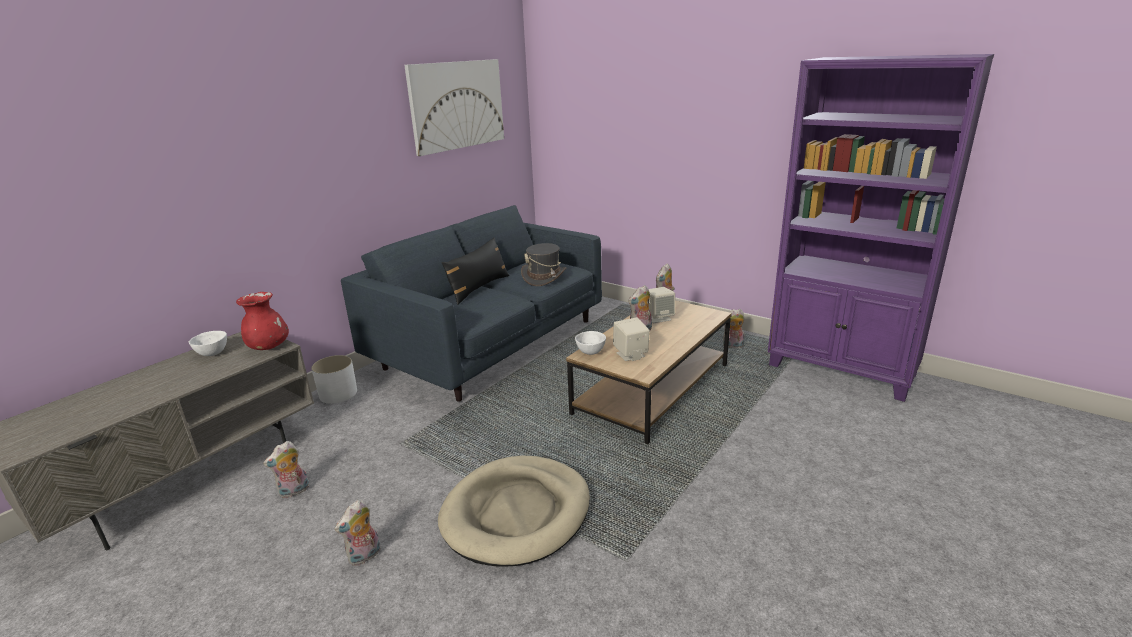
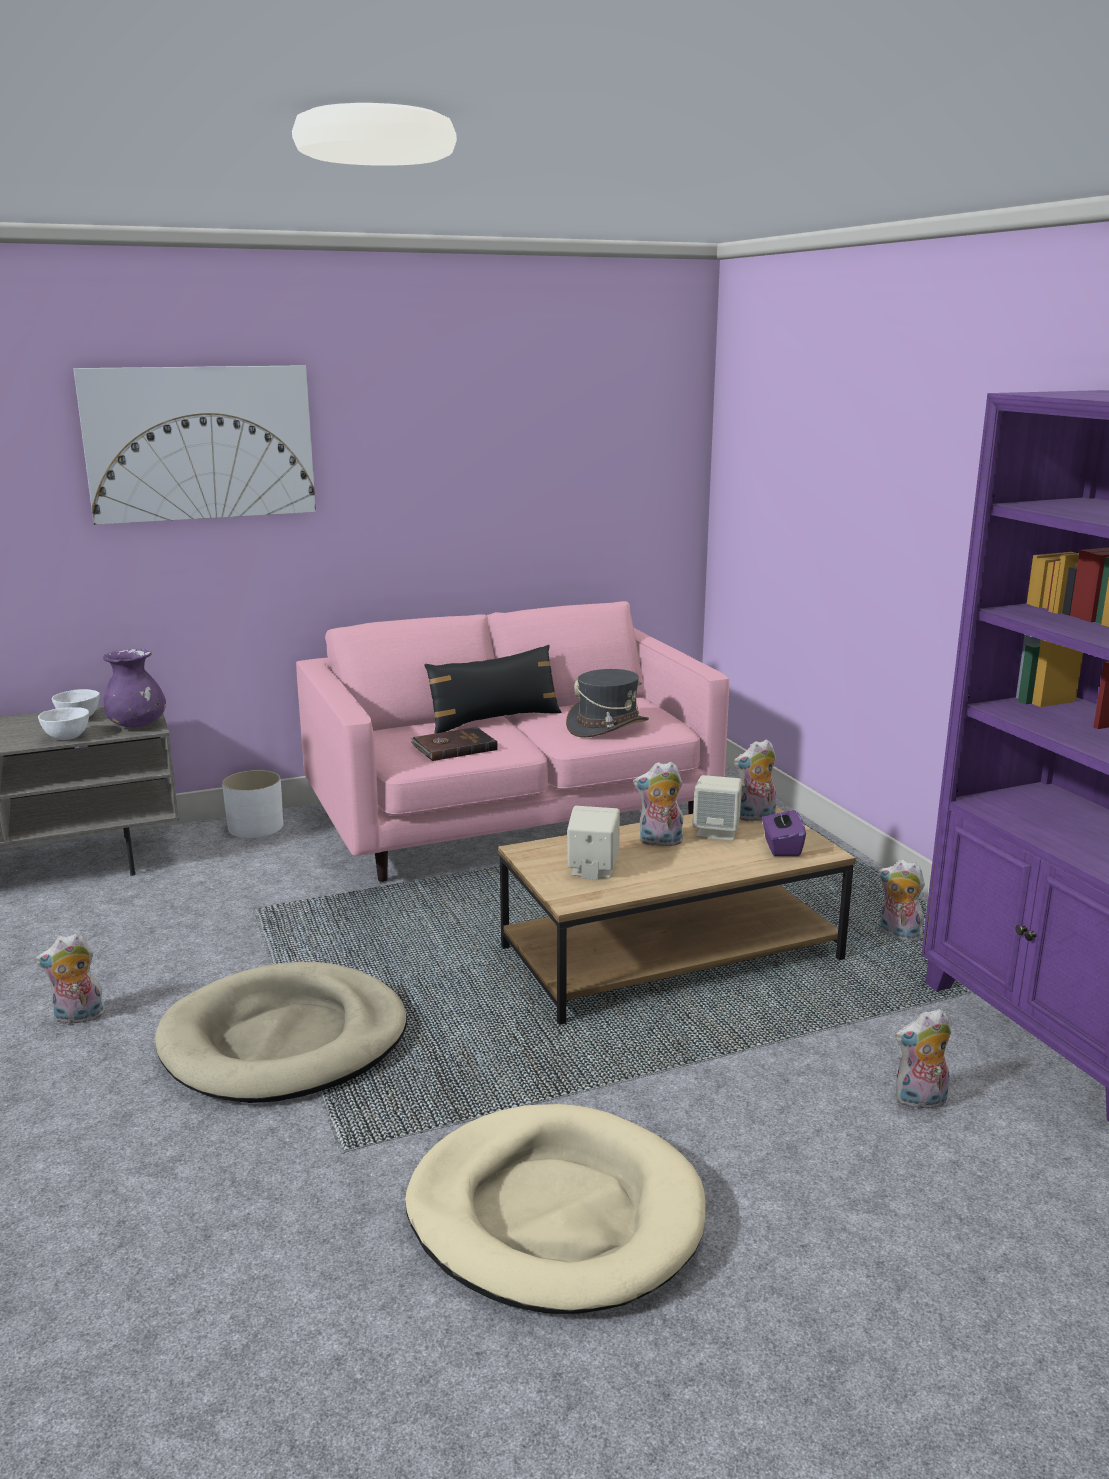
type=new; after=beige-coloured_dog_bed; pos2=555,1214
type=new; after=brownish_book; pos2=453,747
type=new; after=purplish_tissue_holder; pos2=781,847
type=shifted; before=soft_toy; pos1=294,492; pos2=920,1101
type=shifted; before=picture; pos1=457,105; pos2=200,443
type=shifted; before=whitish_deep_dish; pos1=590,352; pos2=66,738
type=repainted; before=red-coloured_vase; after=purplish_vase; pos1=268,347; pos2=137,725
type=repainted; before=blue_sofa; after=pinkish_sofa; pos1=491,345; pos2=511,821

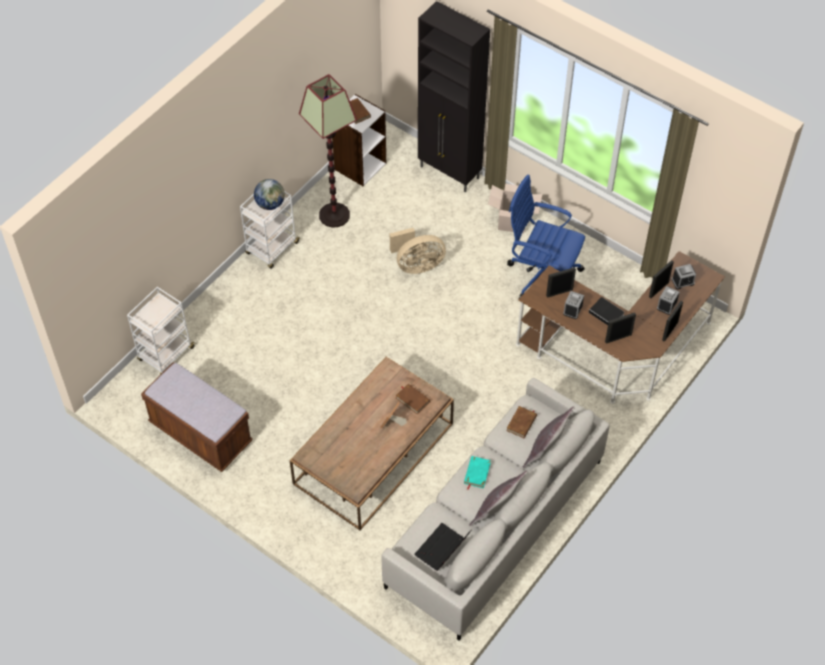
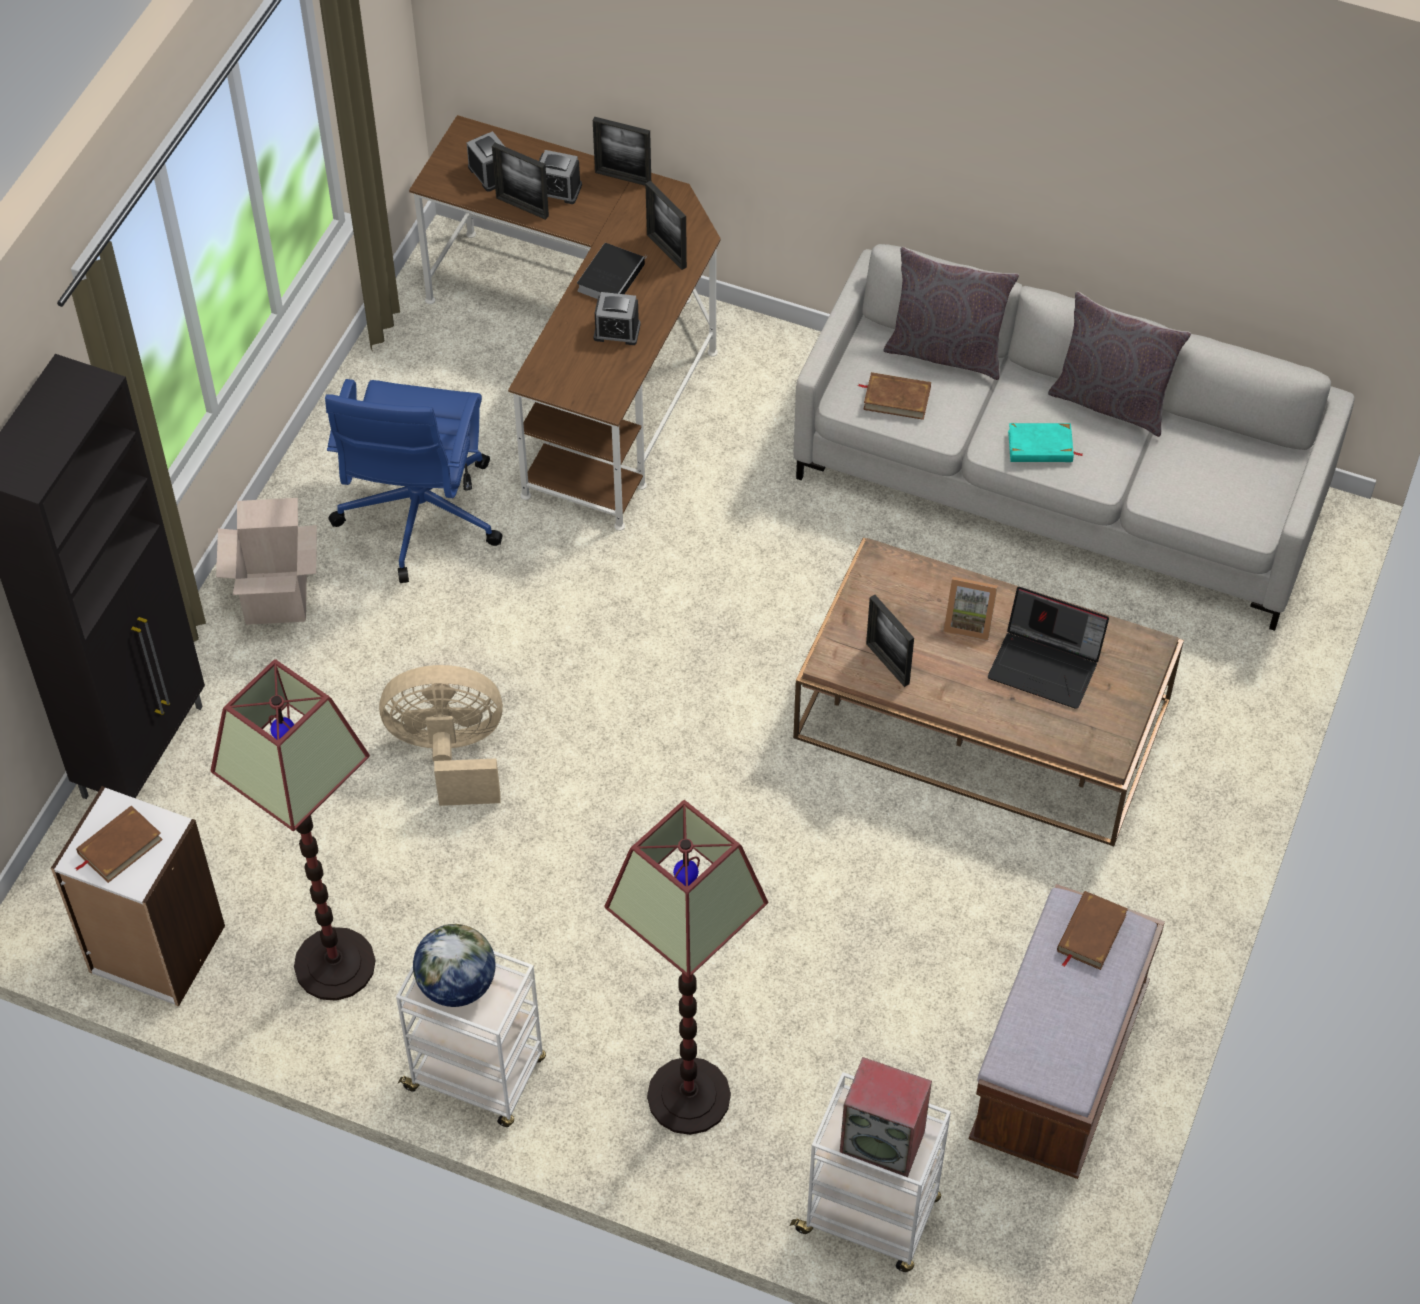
type=new; after=floor_lamp; pos2=688,1095
type=new; after=speaker; pos2=883,1142
type=shifted; before=brownish_book; pos1=413,400; pos2=1090,933
type=shifted; before=notebook_computer; pos1=442,550; pos2=1046,665
type=shifted; before=standing_frame; pos1=559,292; pos2=887,664
type=rotated; before=beige-coloured_electric_fan; pos1=417,265; pos2=450,754; turn=-60

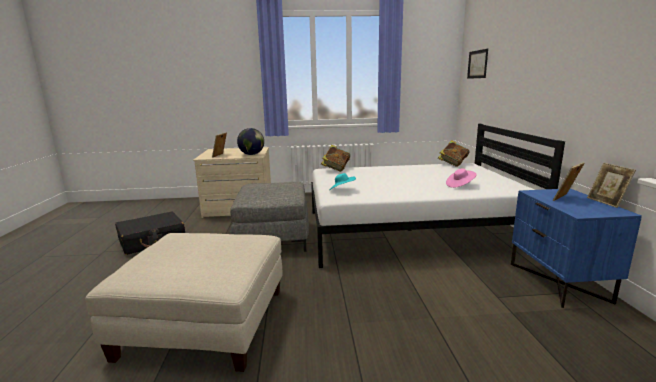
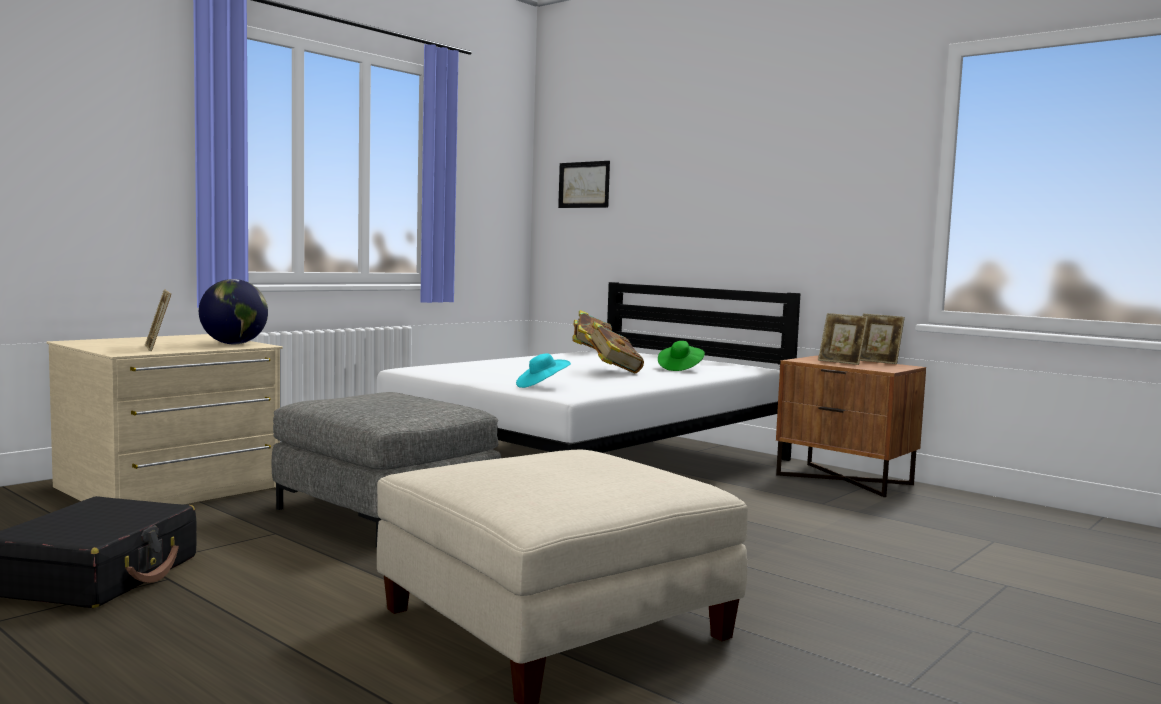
type=shifted; before=book; pos1=336,169; pos2=613,371
type=repainted; before=pinkish_hat; after=green-coloured_hat; pos1=460,185; pos2=680,368
type=repainted; before=blue_night_table; after=brownish_night_table; pos1=559,282; pos2=845,479
type=rotated; before=standing_frame; pos1=565,198; pos2=841,362; turn=-60

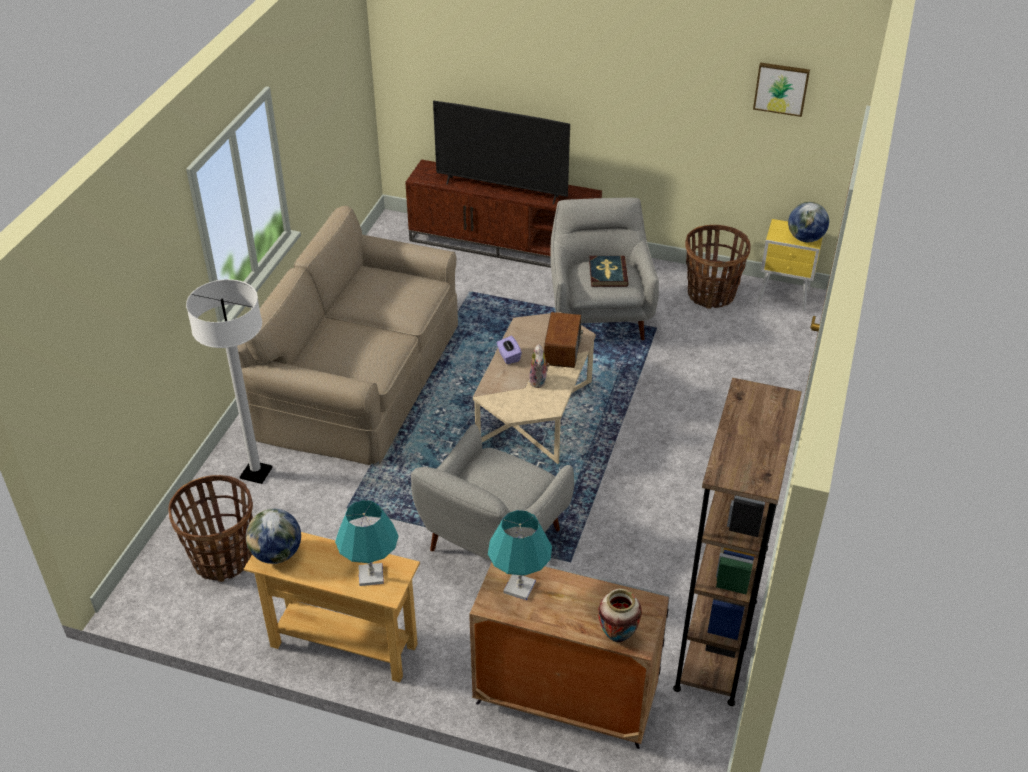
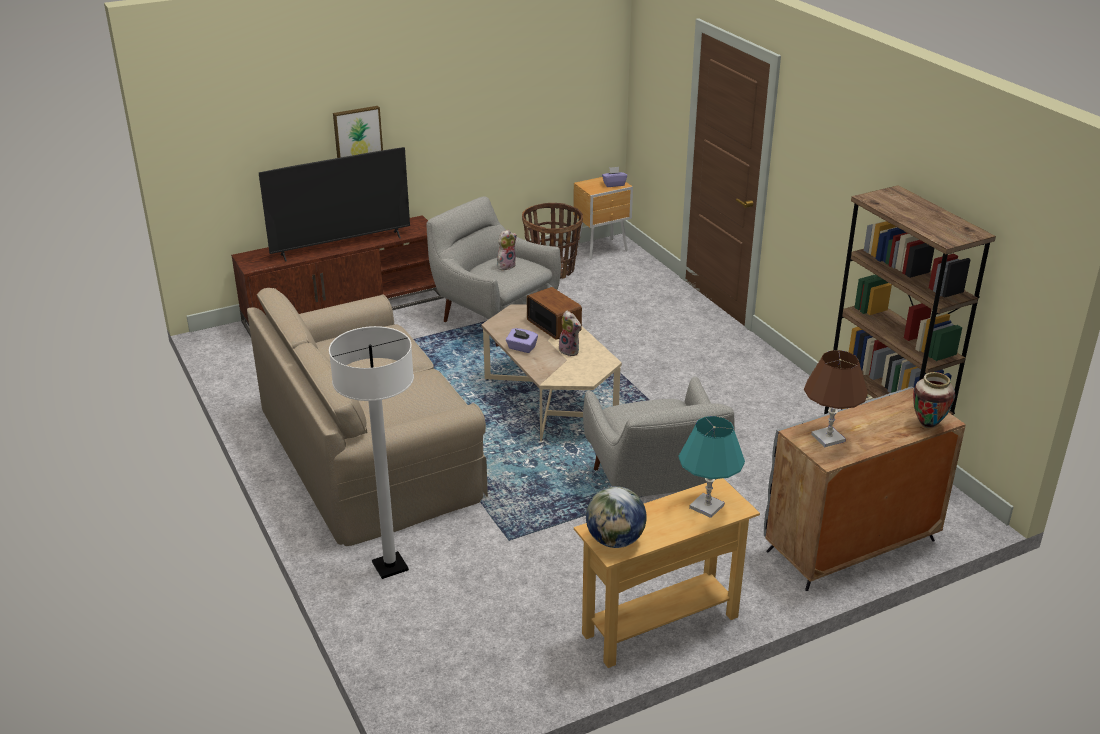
type=gone; before=storage_basket; pos1=223,558
type=shifted; before=picture; pos1=781,88; pos2=357,131
type=swapped; before=book; after=soft_toy; pos1=607,273; pos2=506,265
type=swapped; before=desk_globe; after=purplish_tissue_holder; pos1=805,238; pos2=614,184
type=repainted; before=blue-green_table_lamp; after=brownish_table_lamp; pos1=519,588; pos2=828,438
type=repainted; before=yellowish_night_table; after=brownish_night_table; pos1=784,297; pos2=602,249

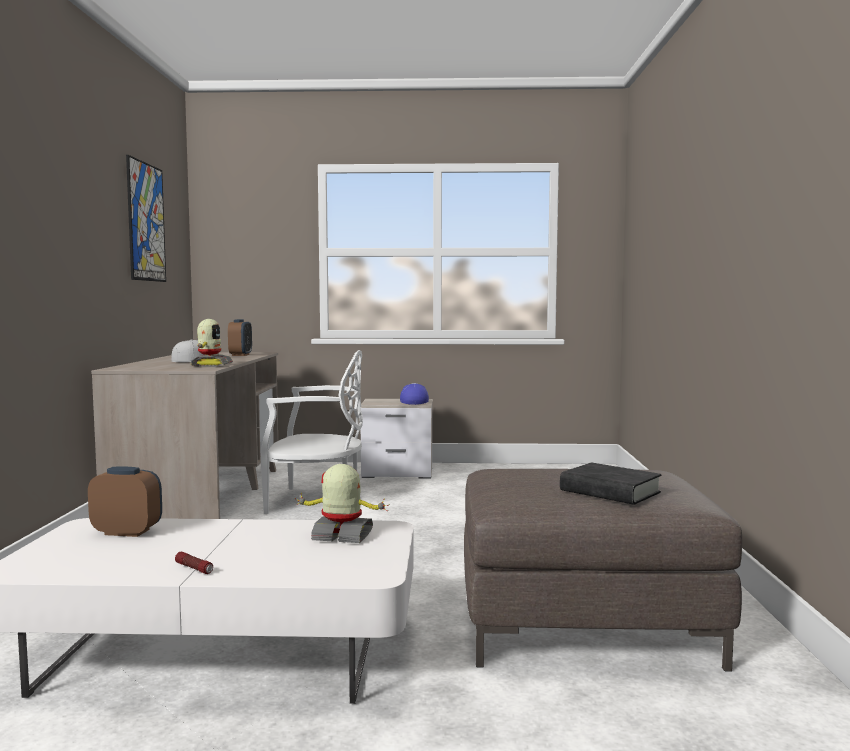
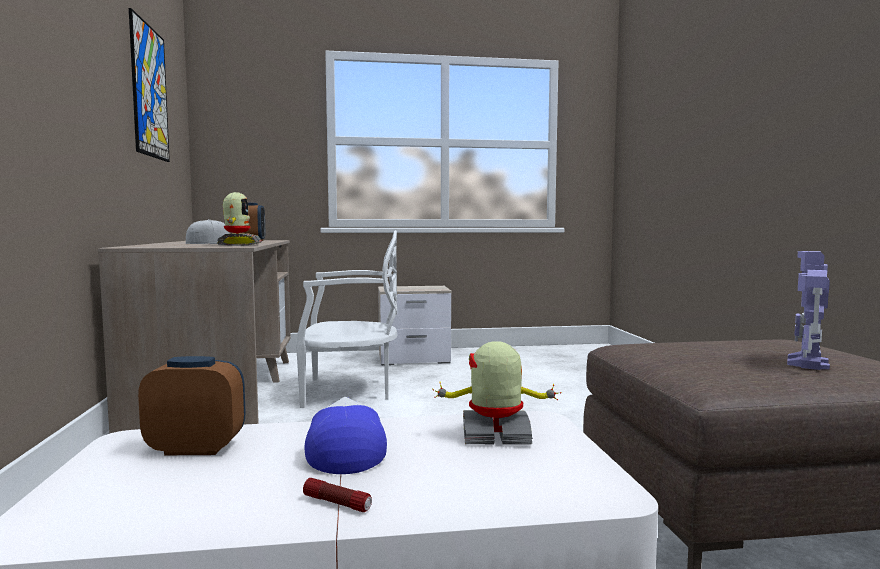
type=shifted; before=peaked_cap; pos1=414,401; pos2=345,450
type=swapped; before=black_book; after=toy_robot; pos1=610,492; pos2=807,363

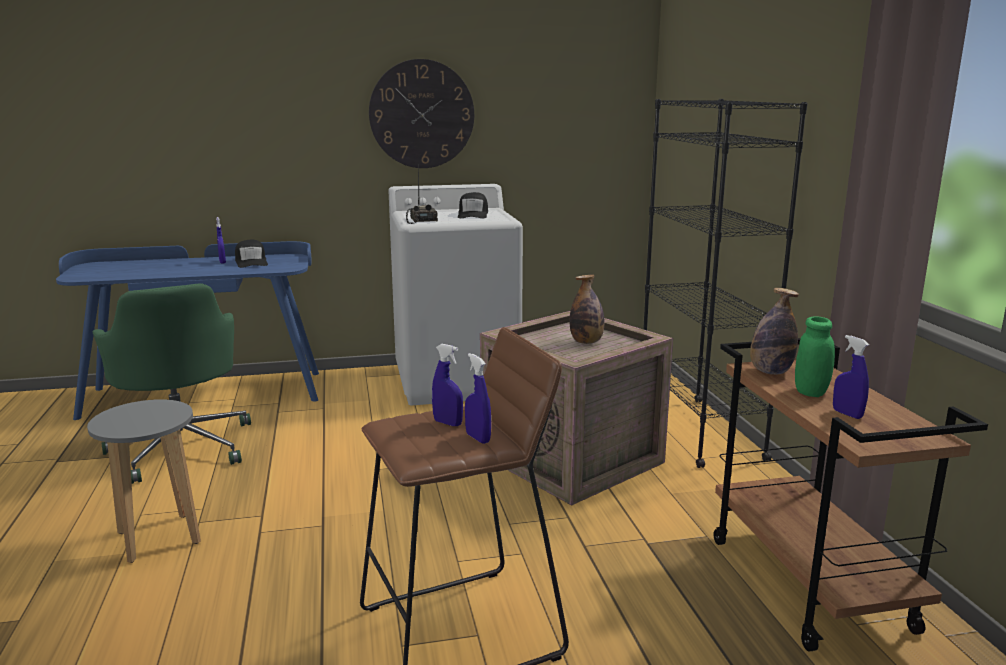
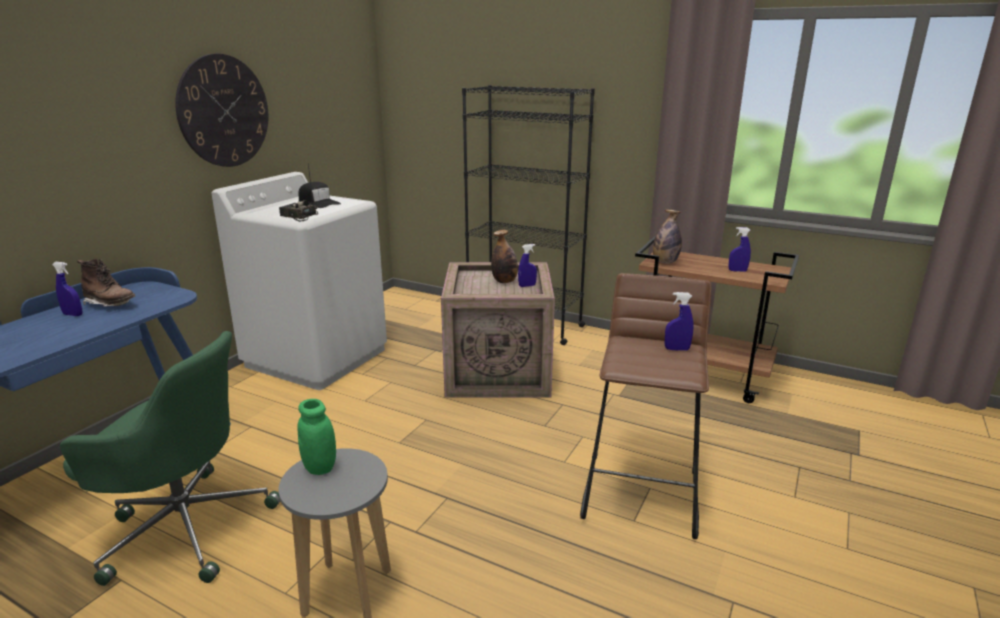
type=shifted; before=blue_sprayer; pos1=448,423; pos2=527,286
type=shifted; before=green-coloured_storage_jar; pos1=810,392; pos2=320,467
type=swapped; before=black_peaked_cap; after=brownish_tall_boot; pos1=251,262; pos2=110,304

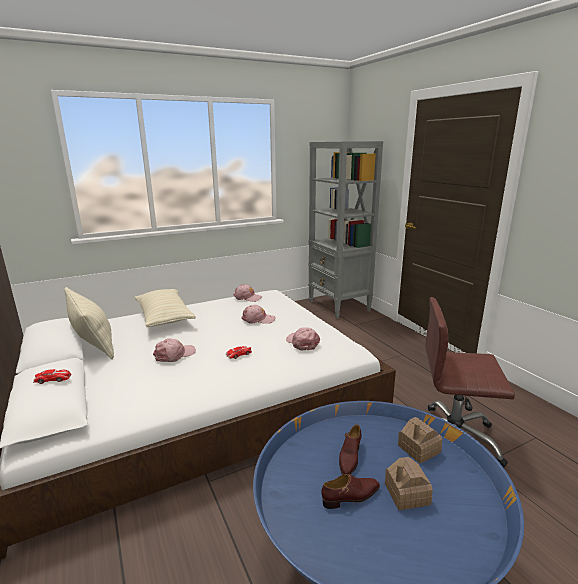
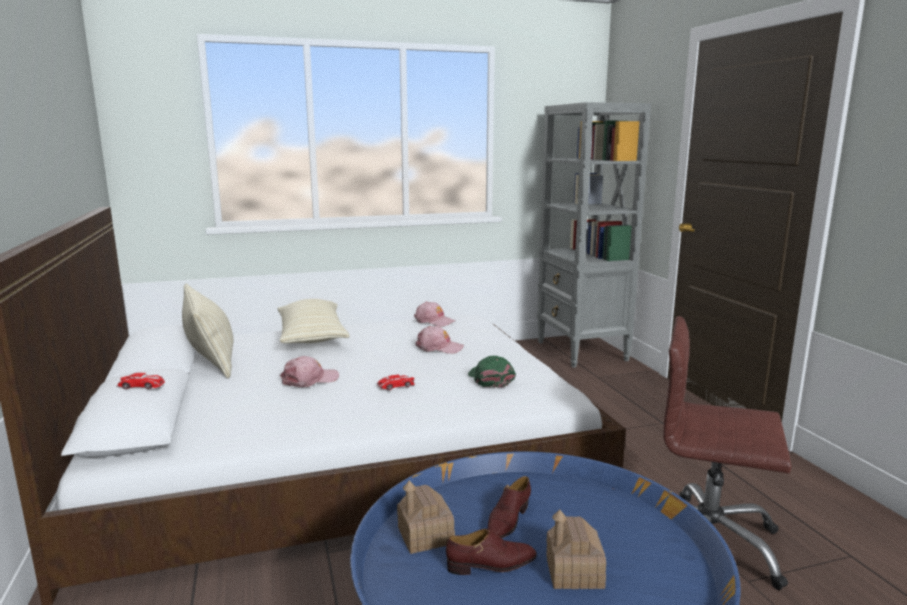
type=shifted; before=miniature_house; pos1=418,449; pos2=425,535
type=repainted; before=pinkish_peaked_cap; after=green-coloured_peaked_cap; pos1=302,343; pos2=490,379

